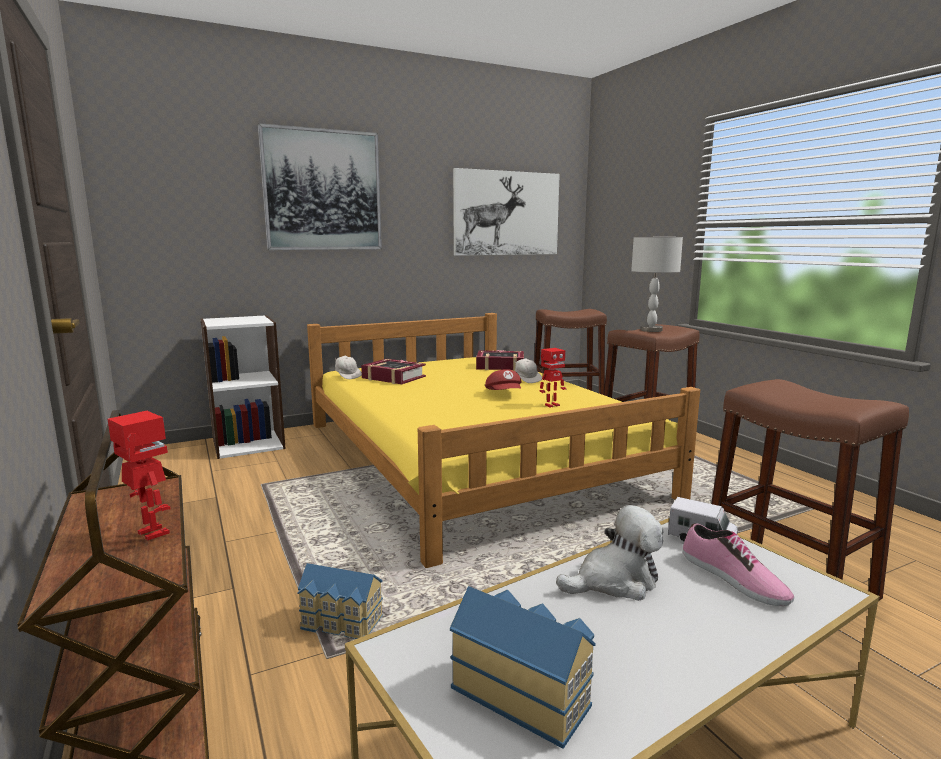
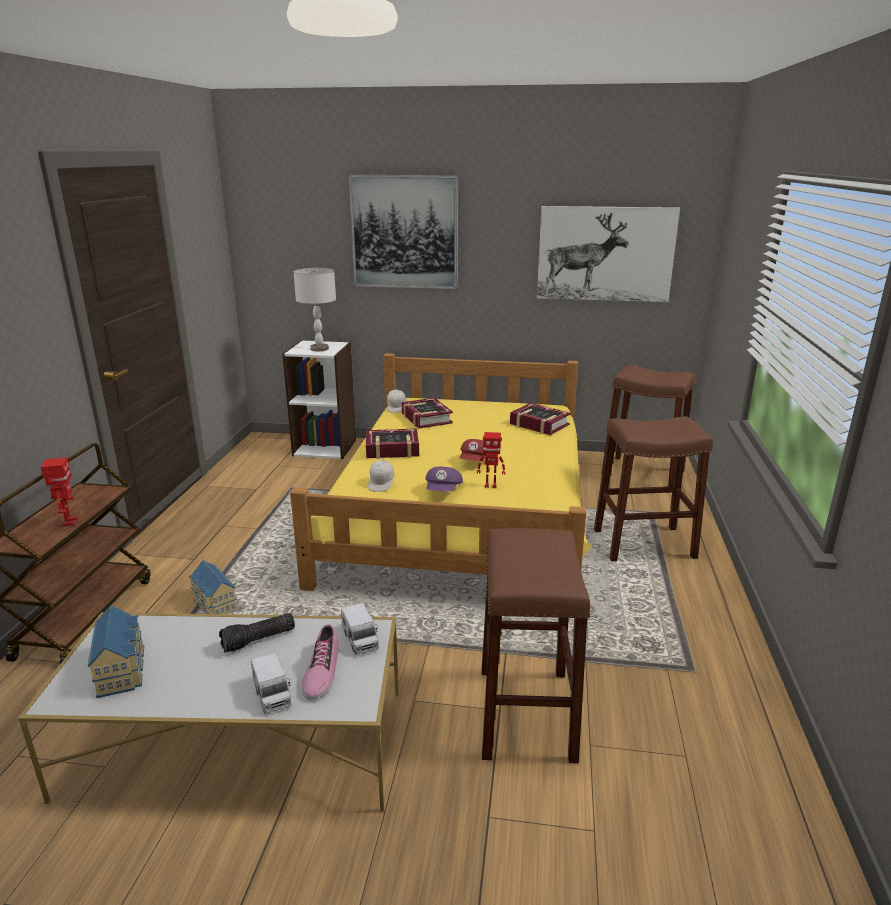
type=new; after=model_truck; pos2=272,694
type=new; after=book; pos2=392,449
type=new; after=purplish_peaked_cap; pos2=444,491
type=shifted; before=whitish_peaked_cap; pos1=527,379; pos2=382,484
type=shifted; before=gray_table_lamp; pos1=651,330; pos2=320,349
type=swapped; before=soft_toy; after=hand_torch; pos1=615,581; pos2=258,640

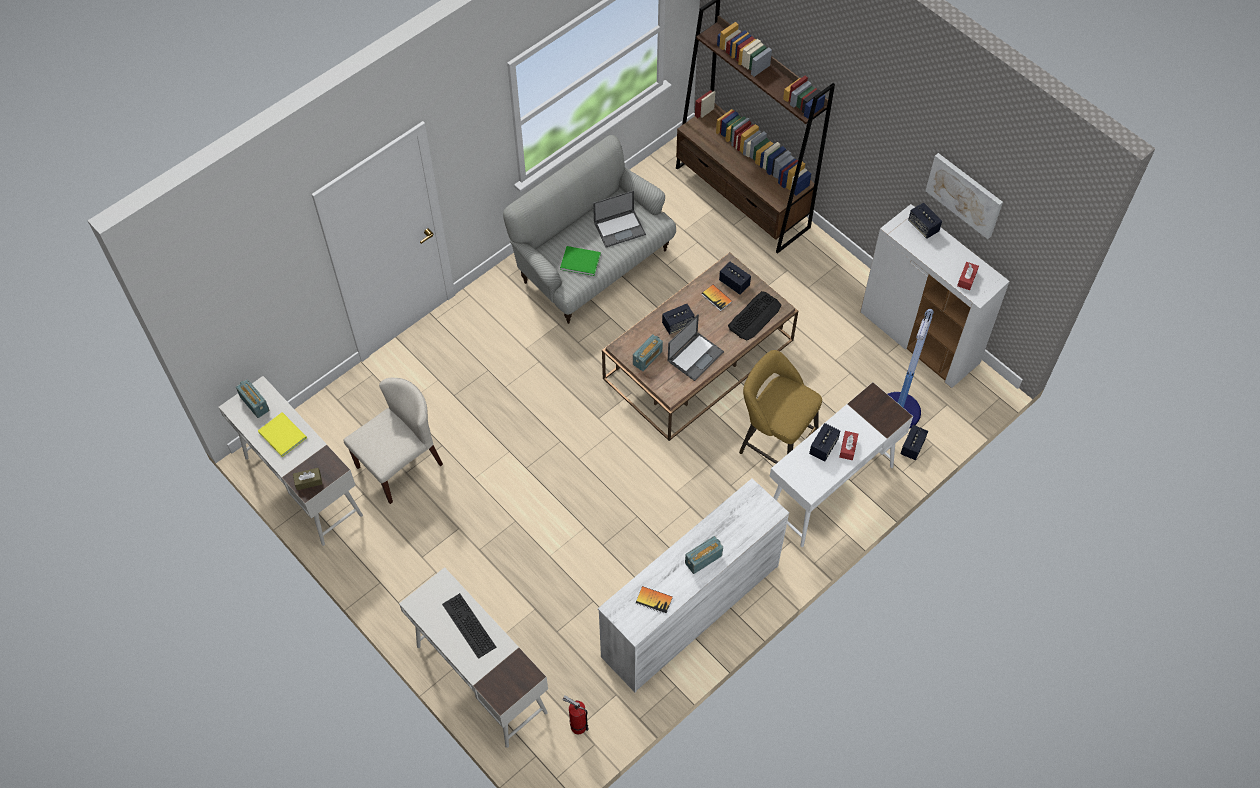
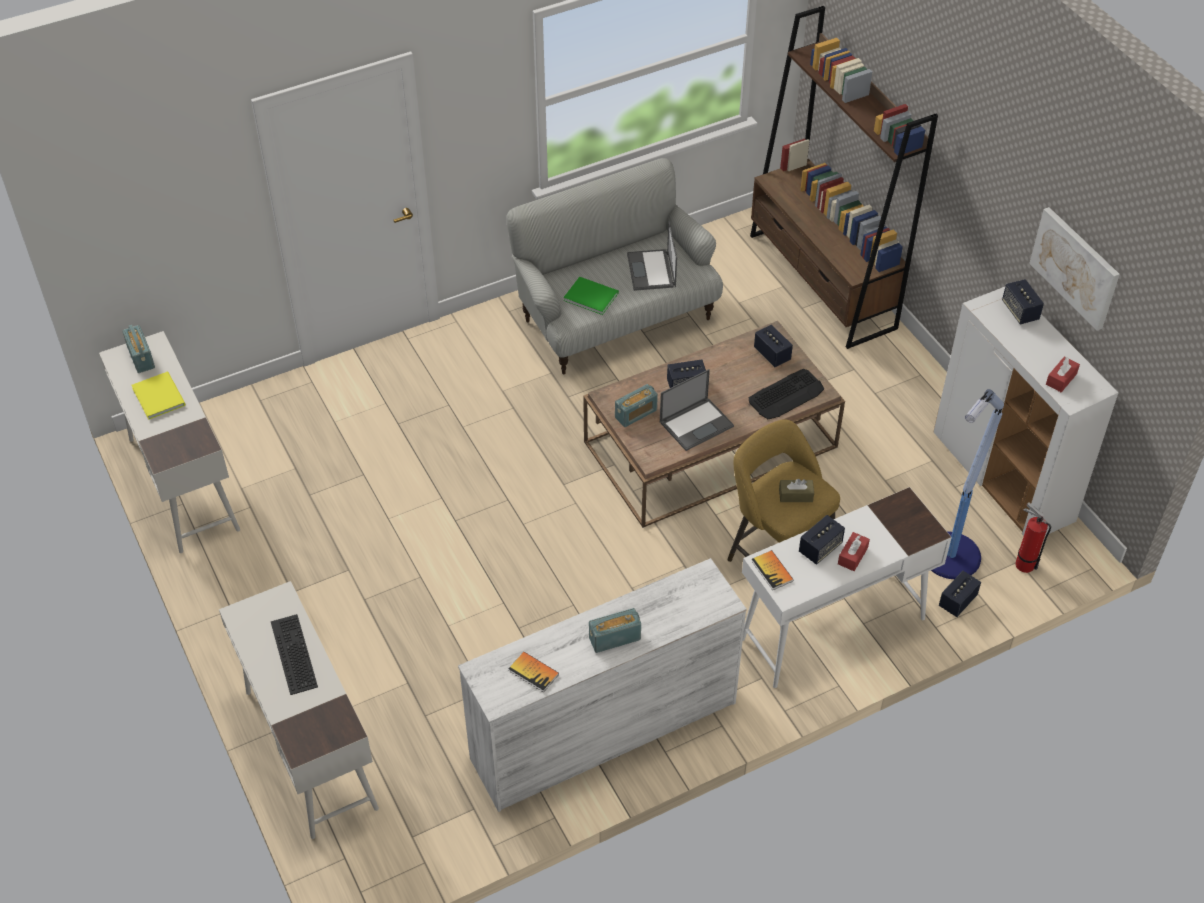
type=gone; before=beige-coloured_plain_chair; pos1=399,464
type=shifted; before=brownish_tissue_holder; pos1=308,481; pos2=795,495
type=shifted; before=fire_extinguisher; pos1=576,725; pos2=1022,563
type=shifted; before=book; pos1=716,298; pos2=772,571
type=rotated; before=notebook_computer; pos1=620,228; pos2=651,271; turn=90

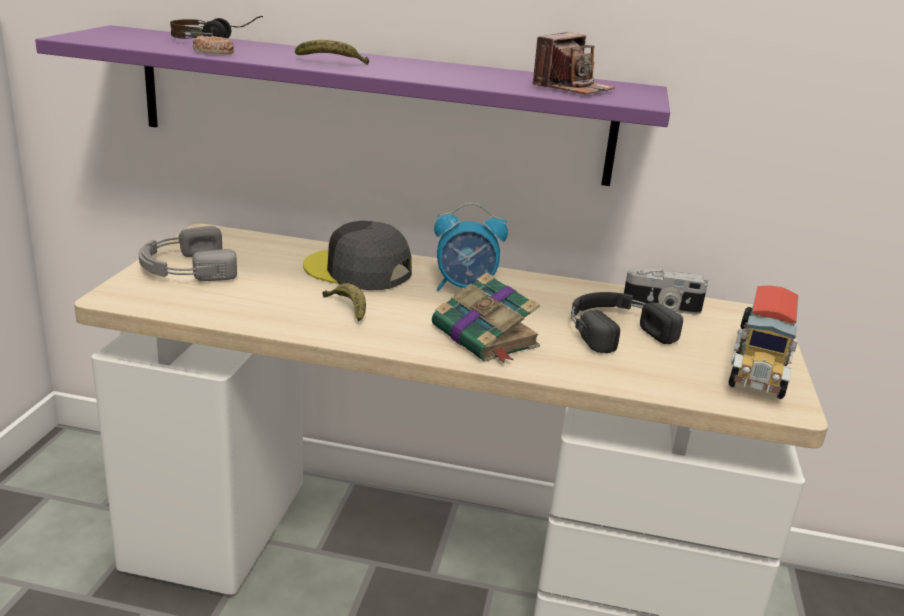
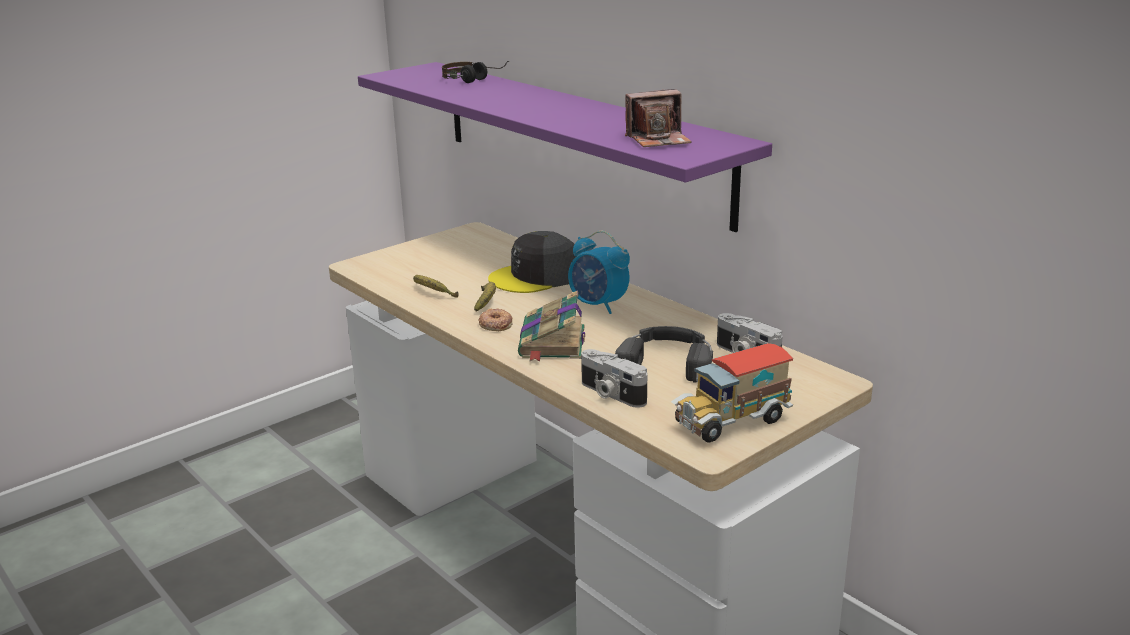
type=gone; before=gray_pair_of_headphones; pos1=185,267
type=new; after=still_camera; pos2=610,394
type=shifted; before=doughnut; pos1=213,51; pos2=495,324
type=shifted; before=banana_fruit; pos1=331,63; pos2=432,293
type=rotated; before=gray_peaked_cap; pos1=357,271; pos2=536,276; turn=-90

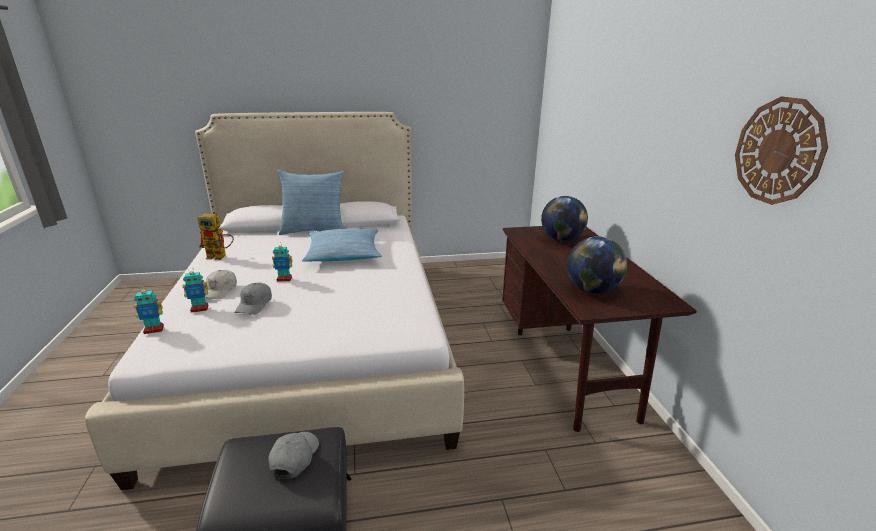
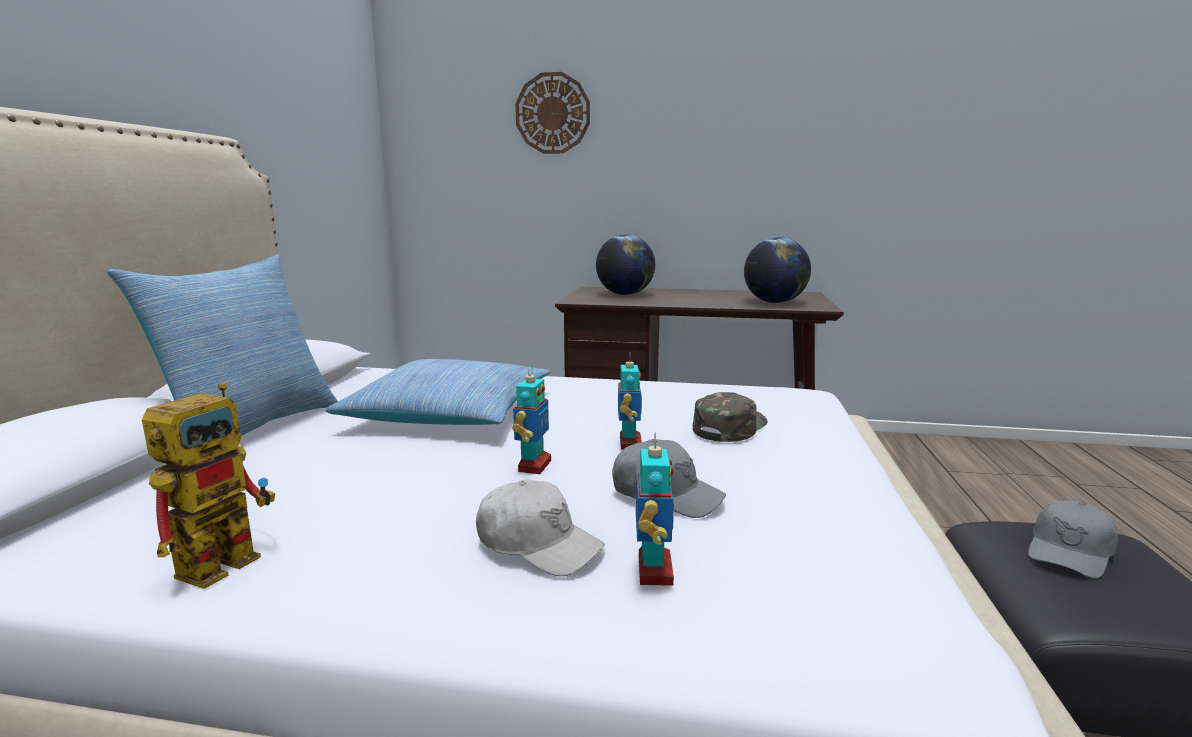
type=new; after=green-coloured_peaked_cap; pos2=729,427
type=shifted; before=toy_robot; pos1=154,329; pos2=629,444
type=shifted; before=hanging_clock; pos1=778,151; pos2=552,113
type=rotated; before=gray_peaked_cap; pos1=294,458; pos2=1070,552; turn=-75

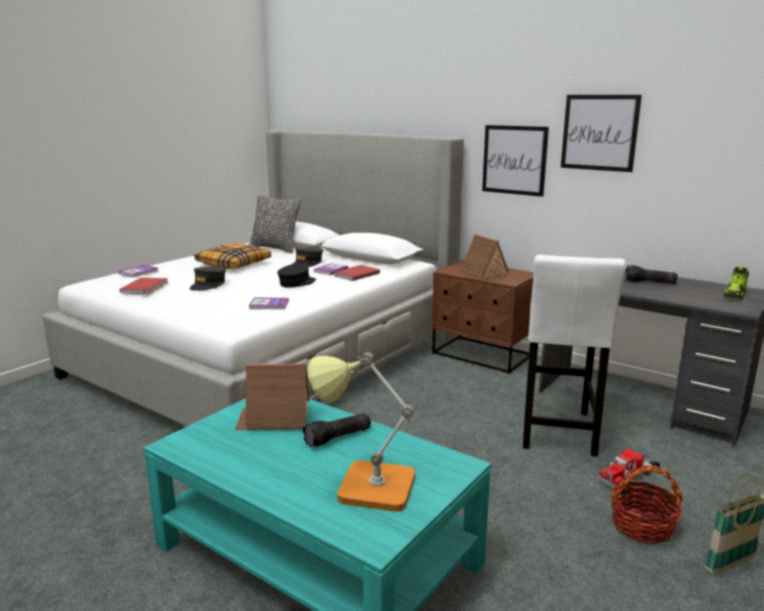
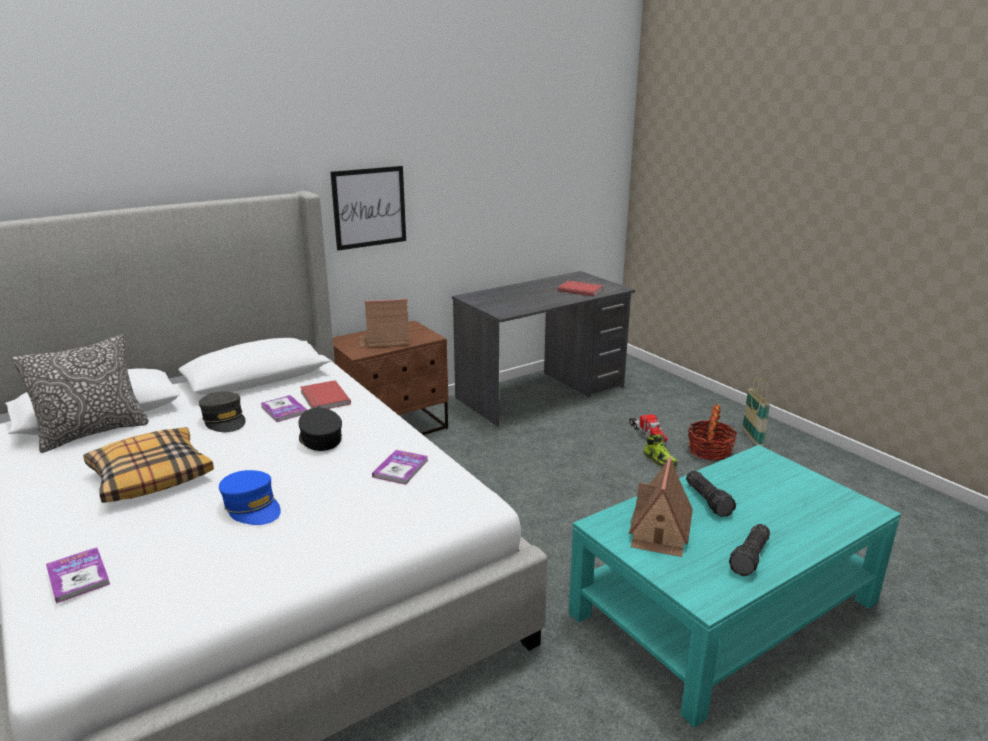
type=gone; before=table_lamp; pos1=365,486
type=gone; before=whitish_stool; pos1=557,433
type=gone; before=picture; pos1=599,132
type=shifted; before=red-coloured_book; pos1=146,287; pos2=580,290
type=shifted; before=hand_torch; pos1=649,282; pos2=751,557
type=shifted; before=low_shoe; pos1=735,295; pos2=660,460
type=repainted; before=gray_peaked_cap; after=blue_peaked_cap; pos1=208,285; pos2=252,507

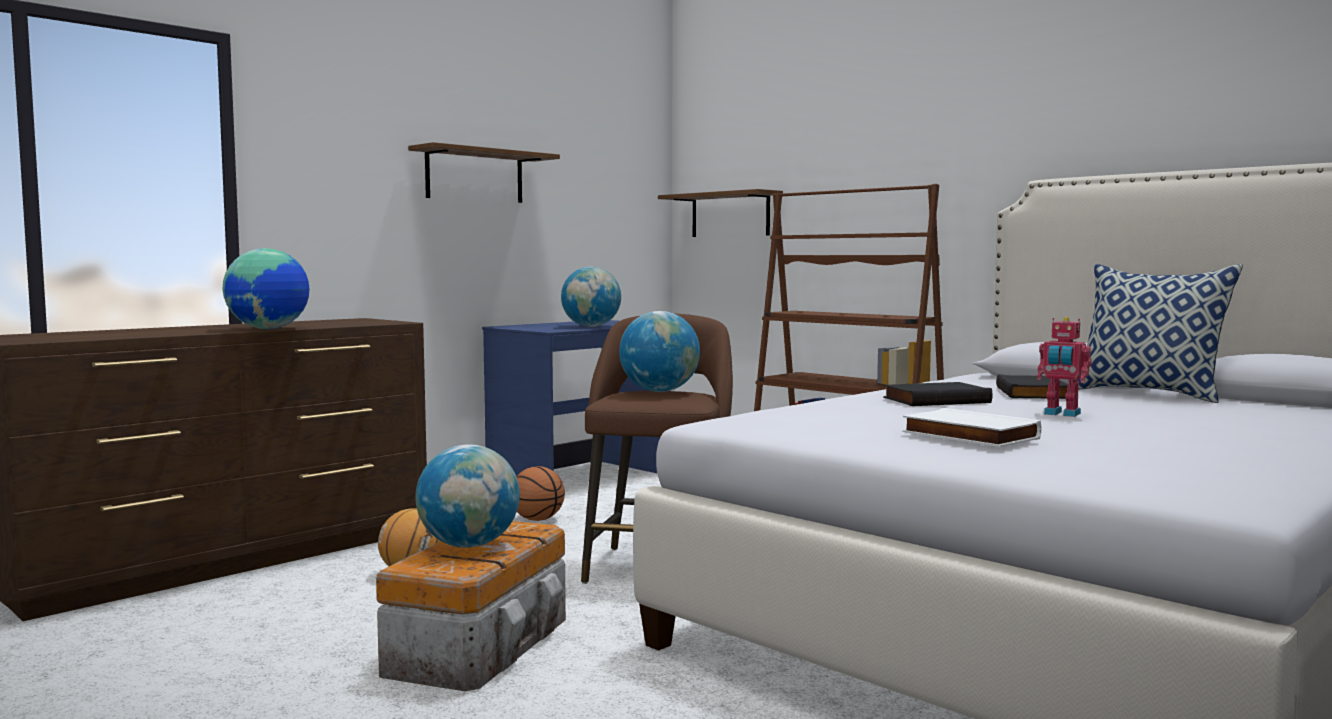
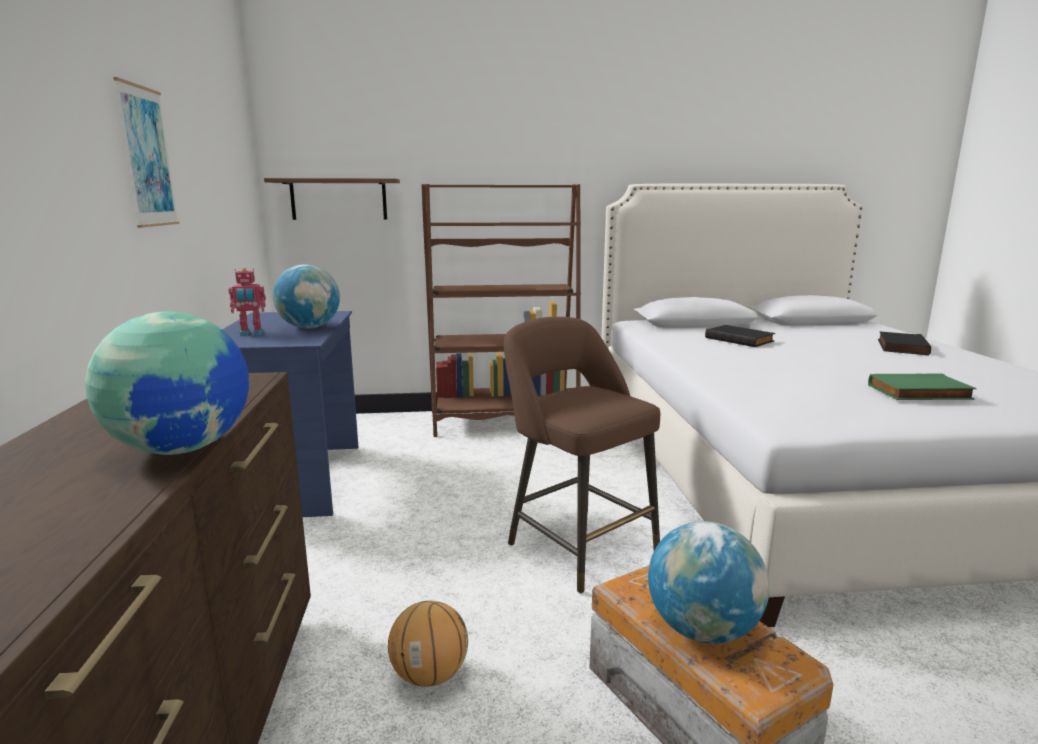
type=gone; before=basketball; pos1=538,520
type=gone; before=desk_globe; pos1=659,391
type=gone; before=cushion; pos1=1150,394
type=shifted; before=black_book; pos1=936,400; pos2=900,347
type=shifted; before=toy_robot; pos1=1061,414; pos2=251,334
type=swapped; before=wall_shelf; after=picture; pos1=475,176; pos2=147,157
type=repainted; before=whitish_book; after=green-coloured_book; pos1=967,436; pos2=919,393

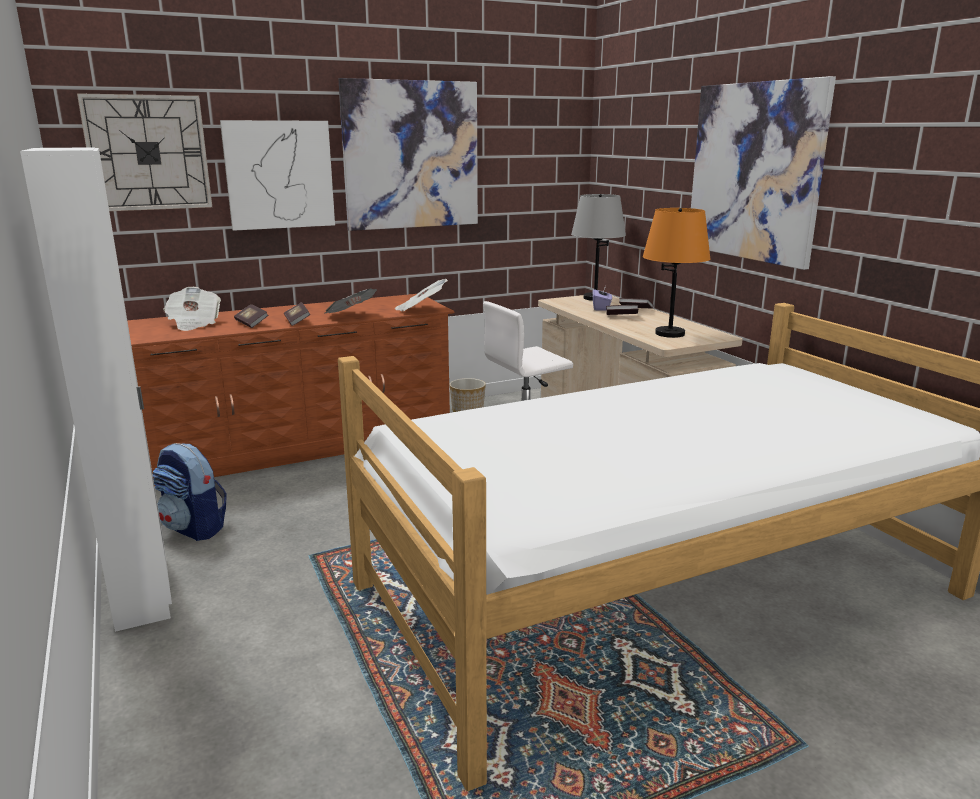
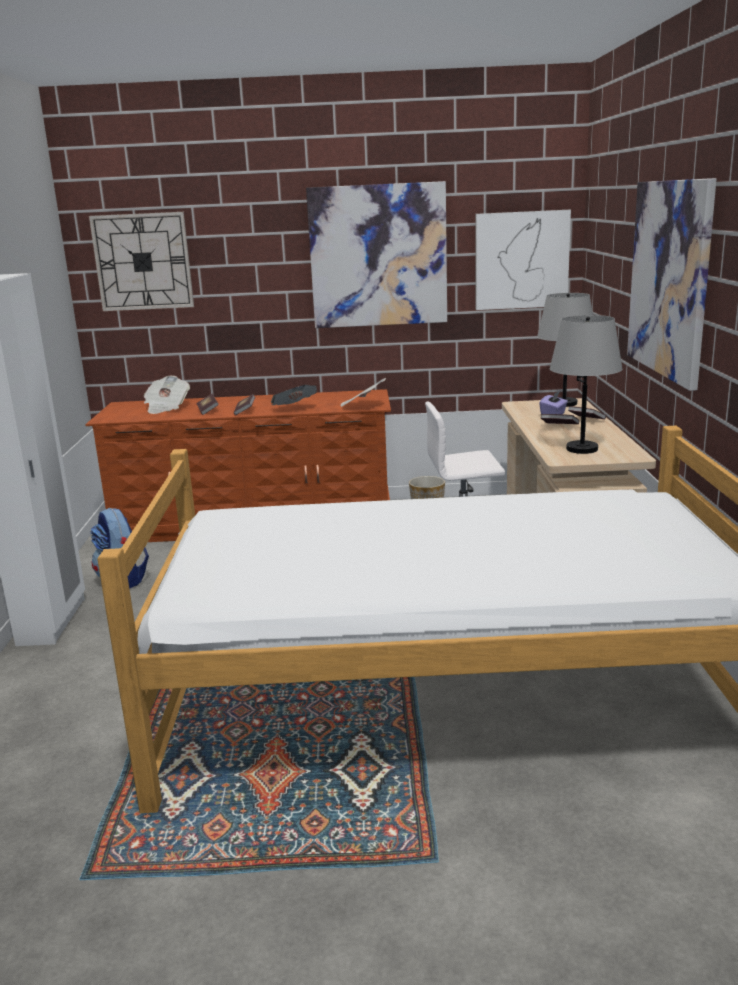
type=shifted; before=picture; pos1=279,175; pos2=521,260
type=repainted; before=orangey_table_lamp; after=gray_table_lamp; pos1=670,334; pos2=582,449

